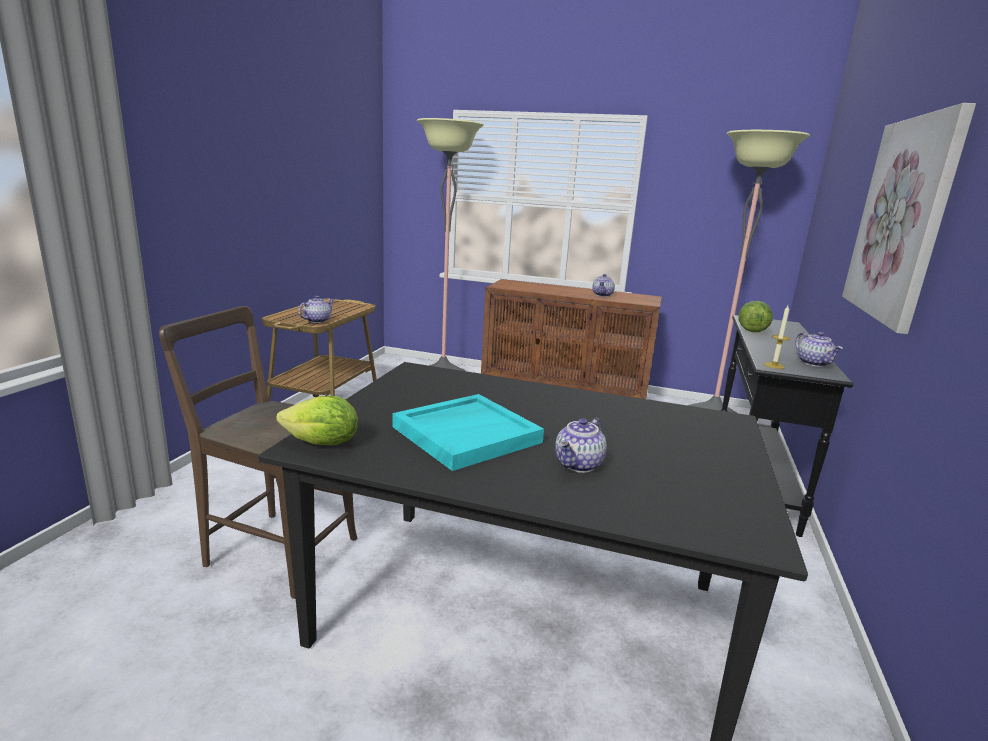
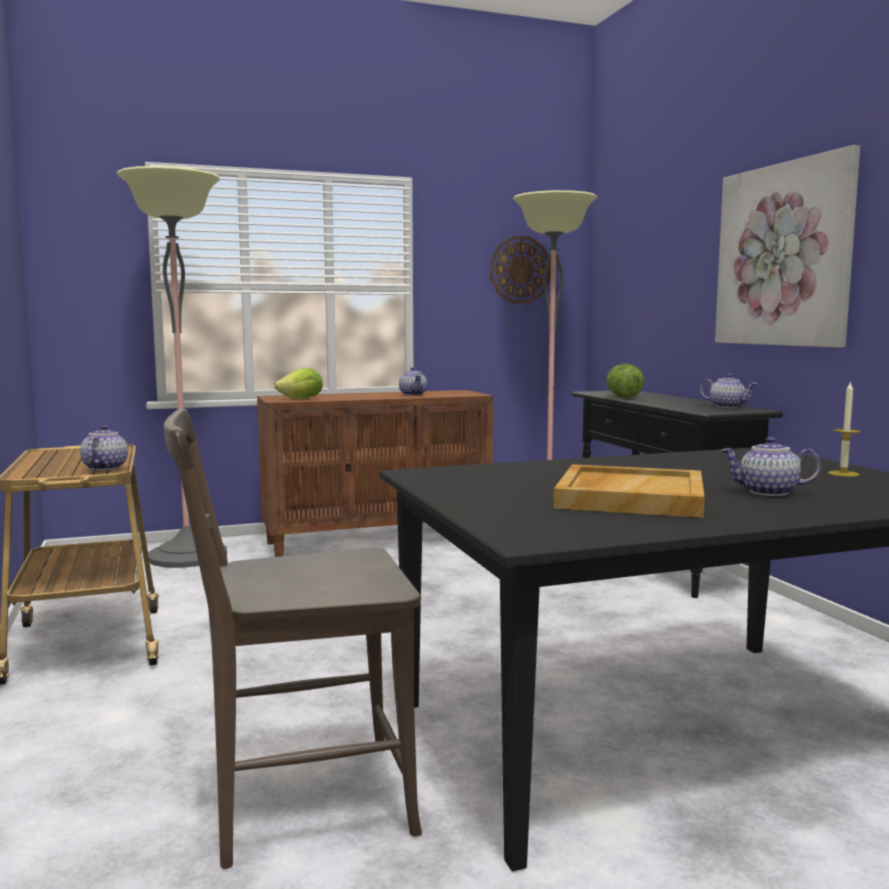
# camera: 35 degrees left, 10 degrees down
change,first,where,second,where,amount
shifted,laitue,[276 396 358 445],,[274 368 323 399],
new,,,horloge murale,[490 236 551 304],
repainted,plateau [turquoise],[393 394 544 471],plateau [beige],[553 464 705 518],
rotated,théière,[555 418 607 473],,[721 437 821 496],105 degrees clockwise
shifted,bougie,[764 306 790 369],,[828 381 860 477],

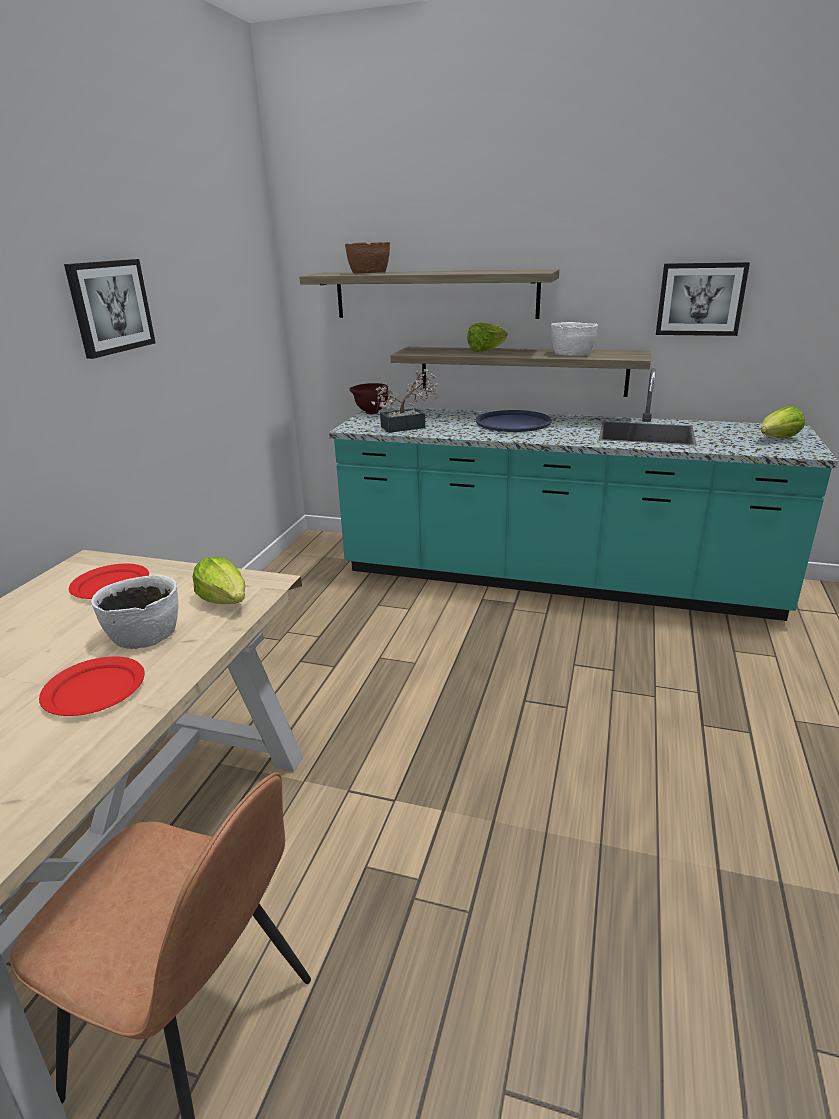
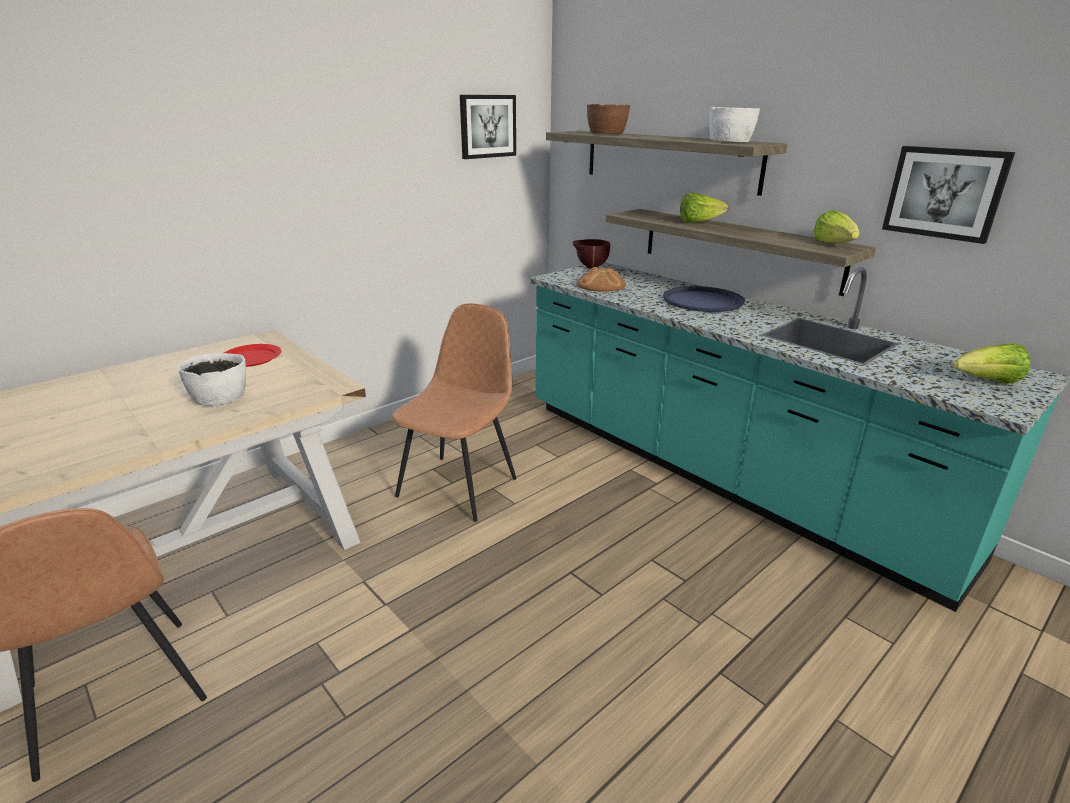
# camera: 30 degrees right, 0 degrees up
change,first,where,second,where,amount
new,,,chaise [marron],[392 303 517 522],
shifted,tableau,[64 259 156 359],,[460 95 516 159],
swapped,plante en pot,[371 369 438 433],pain,[577 267 626 292],
shifted,bol [blanc],[551 322 598 356],,[709 106 760 142],
shifted,laitue,[193 557 245 604],,[813 210 860 243],
gone,assiette [rouge],[39 656 145 716],,,

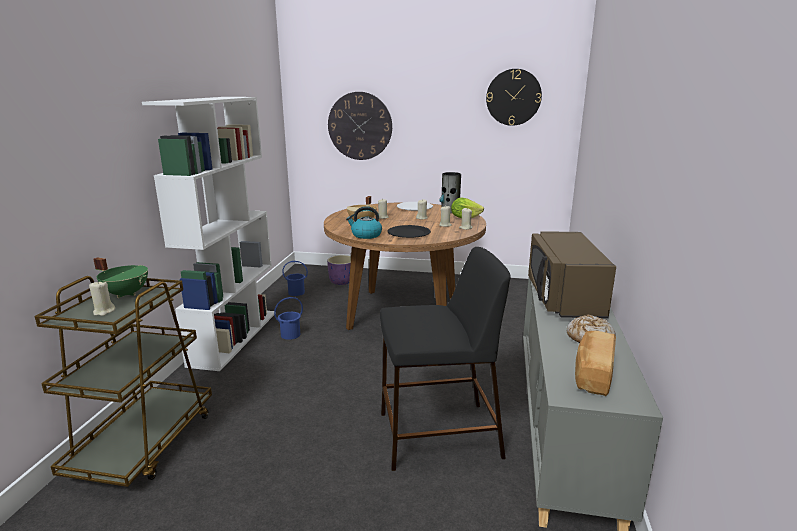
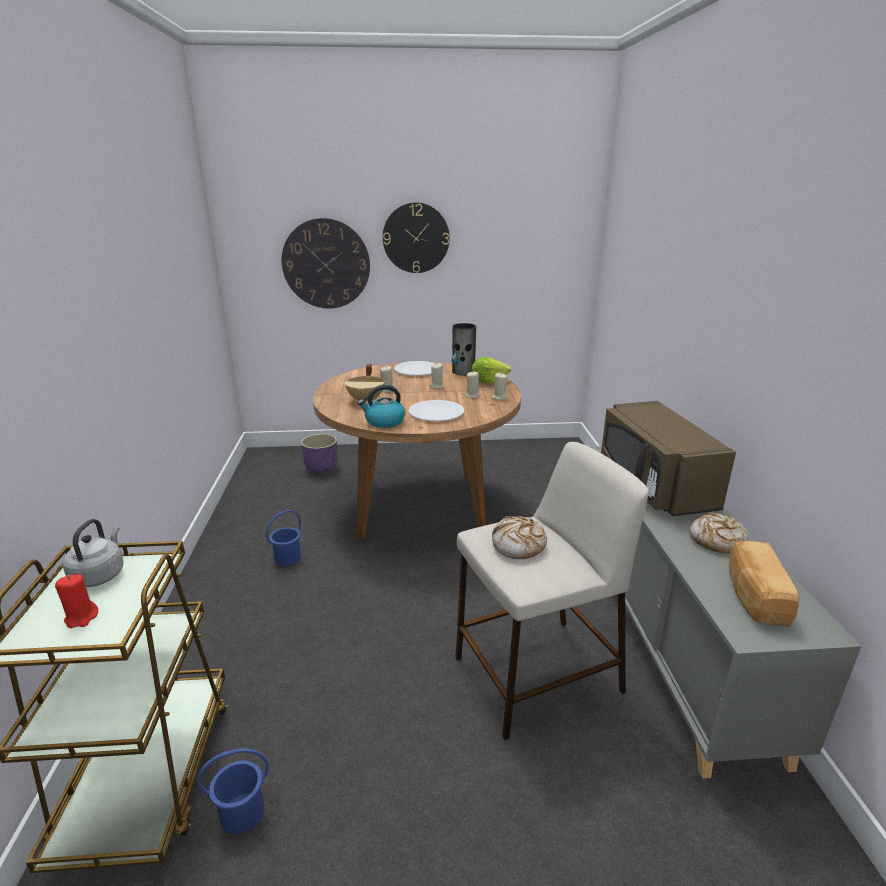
# camera: 15 degrees left, 5 degrees up
change,first,where,second,where,amount
repainted,bougie [beige],[89 282 115 316],bougie [rouge],[55 574 98 628],
swapped,marmite [vert],[93 257 148 298],bouilloire [gris],[62 519 124 587],
shifted,seau [bleu],[282 261 308 296],,[198 748 269 834],
shifted,horloge murale,[486 69 542 126],,[383 202 450 273],
repainted,assiette [noir],[387 225 431 238],assiette [blanc],[409 400 464 421],
repainted,tabouret [noir],[380 247 511 471],tabouret [beige],[455 442 649 740],
new,,,pain,[492 516 547 559],
gone,bibliothèque [blanc],[142 97 274 371],,,

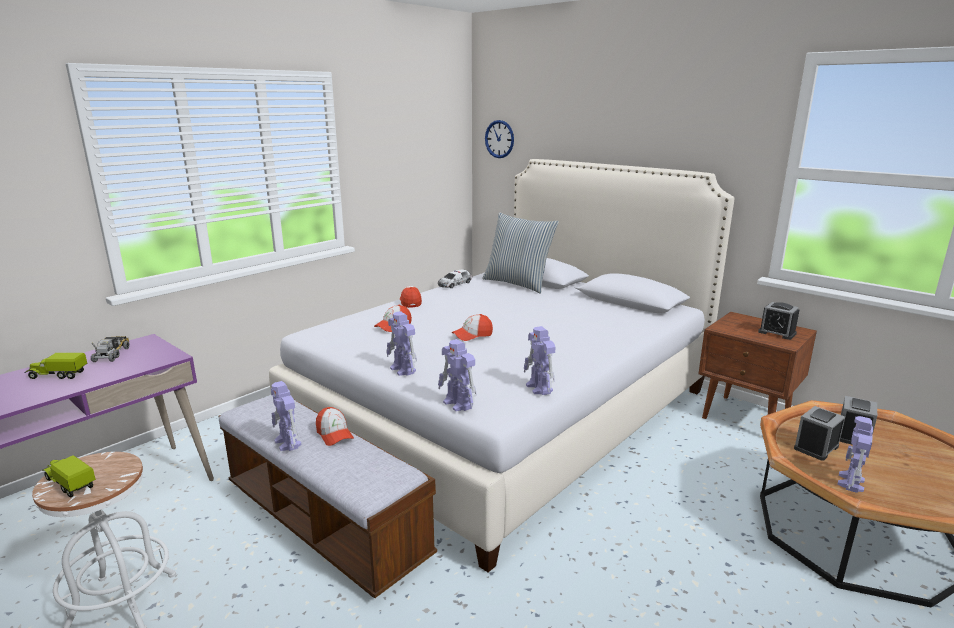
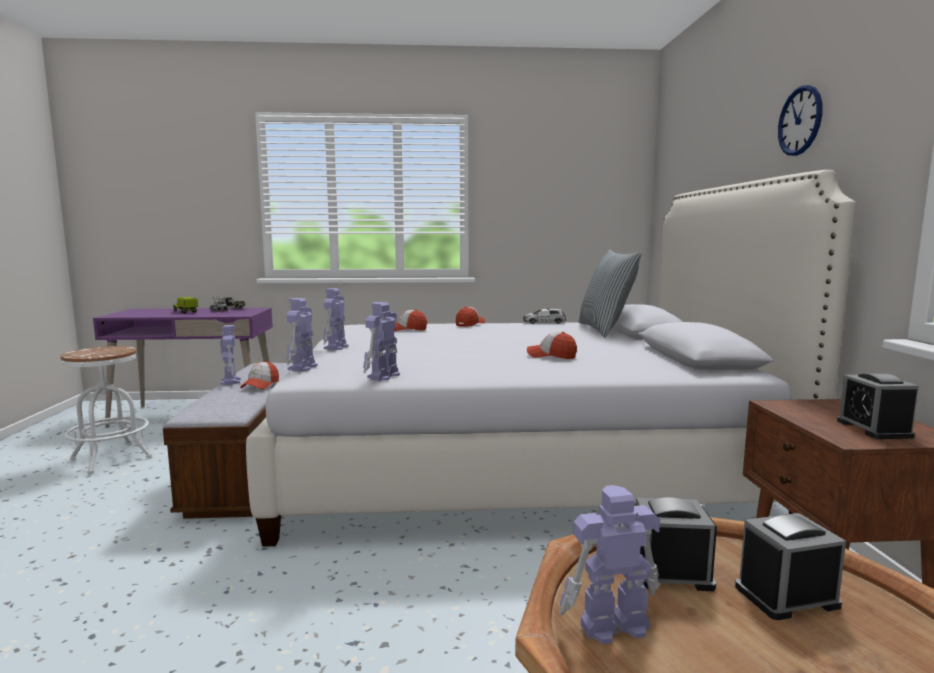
# camera: 45 degrees right, 10 degrees down
change,first,where,second,where,amount
rotated,robot jouet,[271 381 302 451],,[220 325 241 385],150 degrees clockwise
shifted,casquette,[452 314 493 341],,[527 332 577 359],
shifted,horloge murale,[485 120 514 158],,[778 85 822 156],
gone,camion jouet,[42 456 96 498],,,

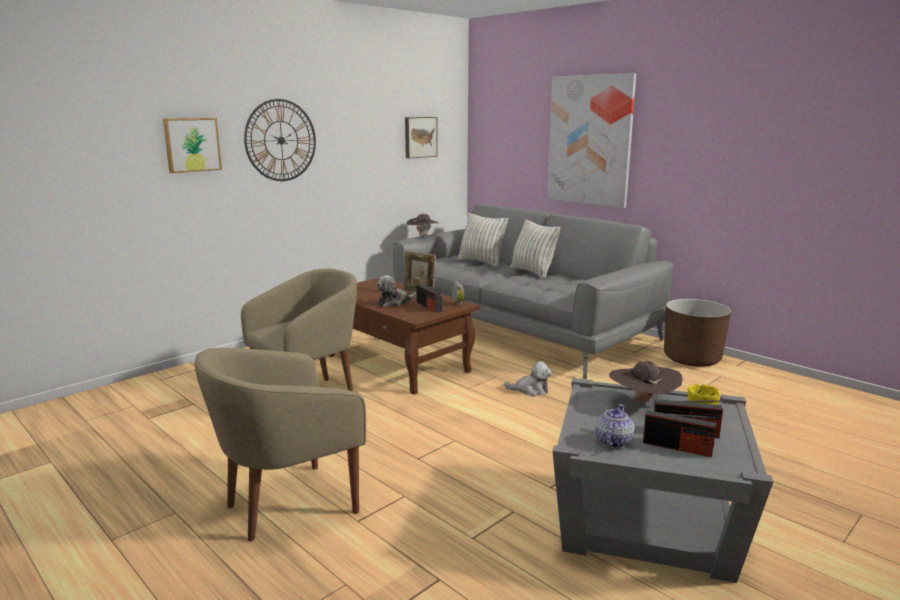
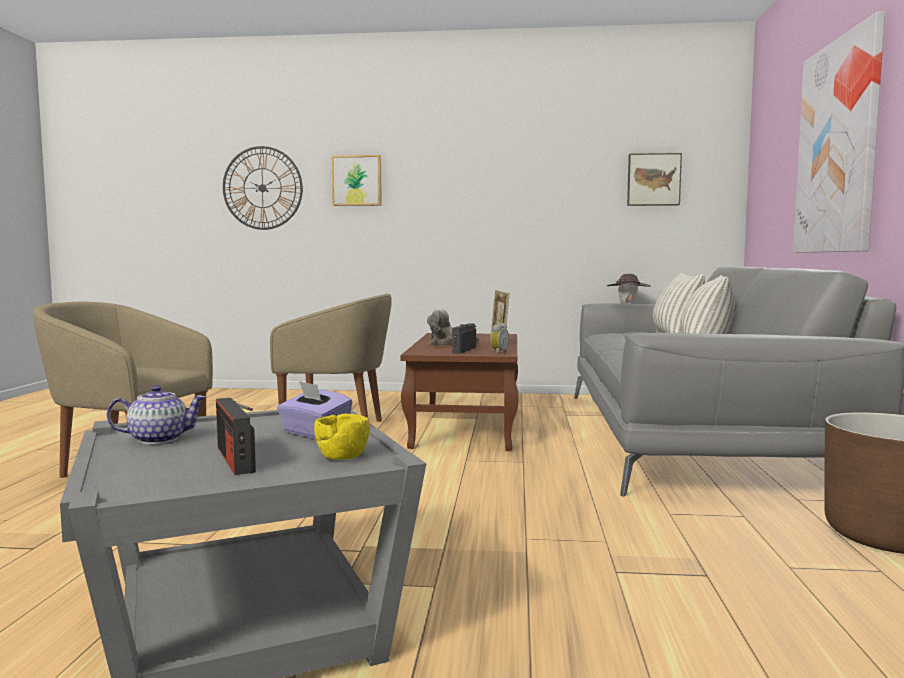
# camera: 50 degrees right, 10 degrees down
change,first,where,second,where,amount
shifted,horloge murale,[244 99 316 181],,[223 146 303 230],
swapped,chapeau [marron],[609 361 683 407],boîte à mouchoirs [violet],[277 381 352 439],
gone,peluche,[504 361 552 396],,,
gone,radio,[643 410 716 457],,,

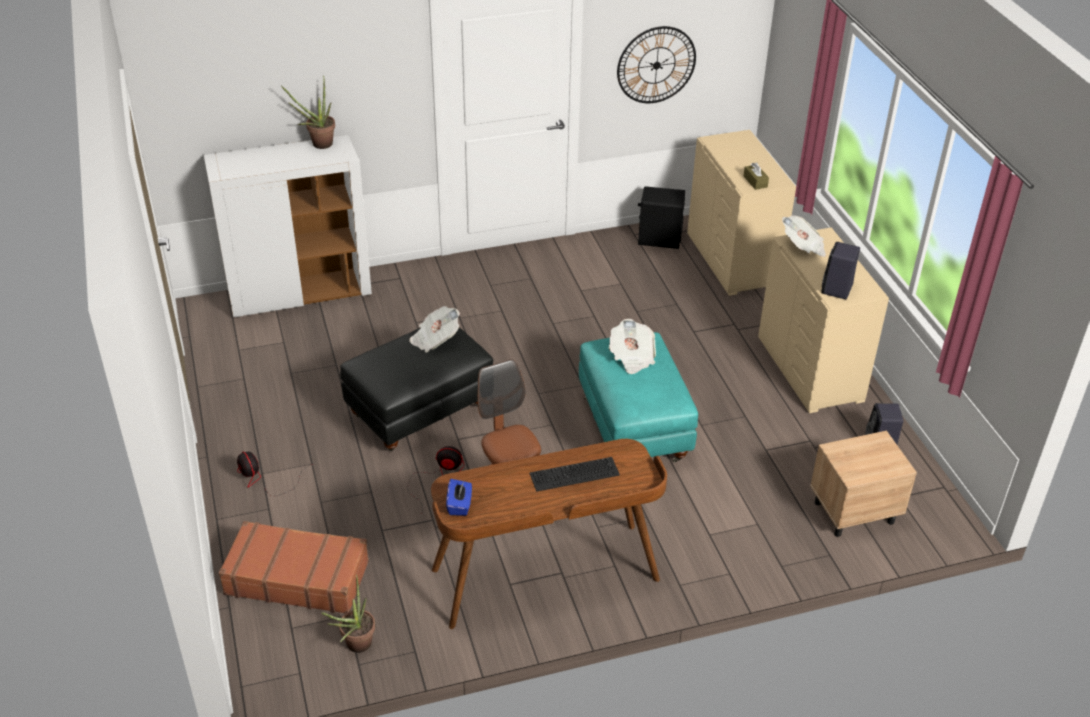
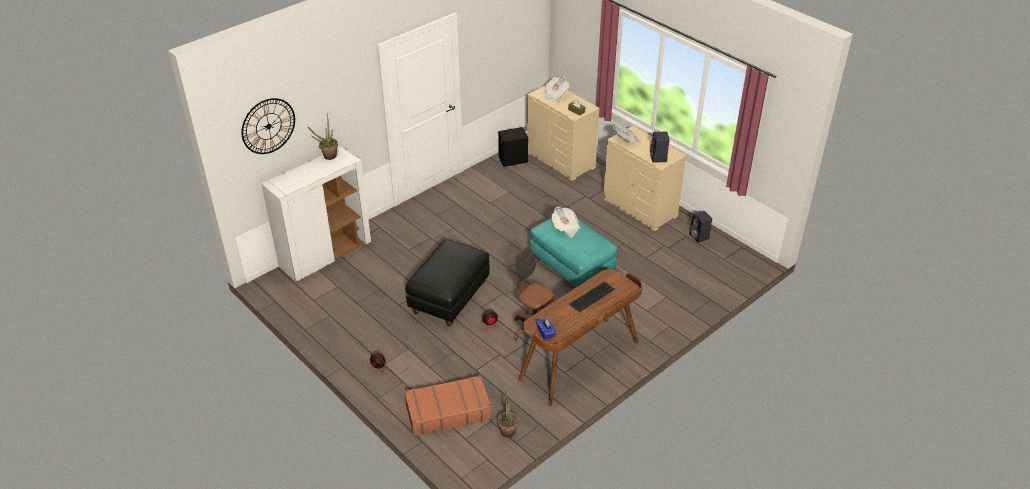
# camera: 25 degrees left, 0 degrees up
change,first,where,second,where,amount
shifted,horloge murale,[617 26 696 103],,[241 98 295 154],
shifted,journal,[409 306 460 352],,[543 76 569 101],
gone,table de chevet [beige],[810 431 917 537],,,

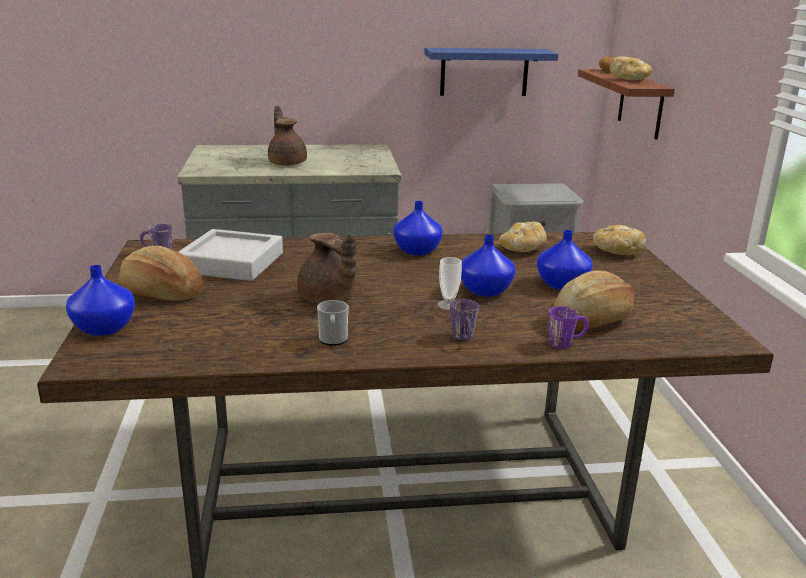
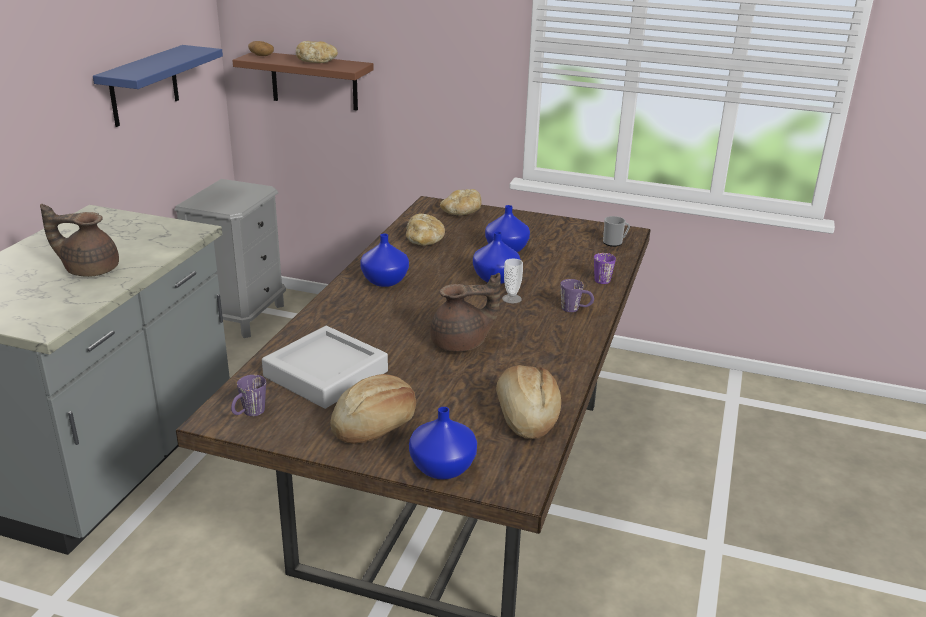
# camera: 65 degrees left, 5 degrees up
change,first,where,second,where,amount
shifted,pain,[554 270 635 329],,[496 365 561 439],
shifted,mug,[317 300 349 346],,[603 216 630 247],

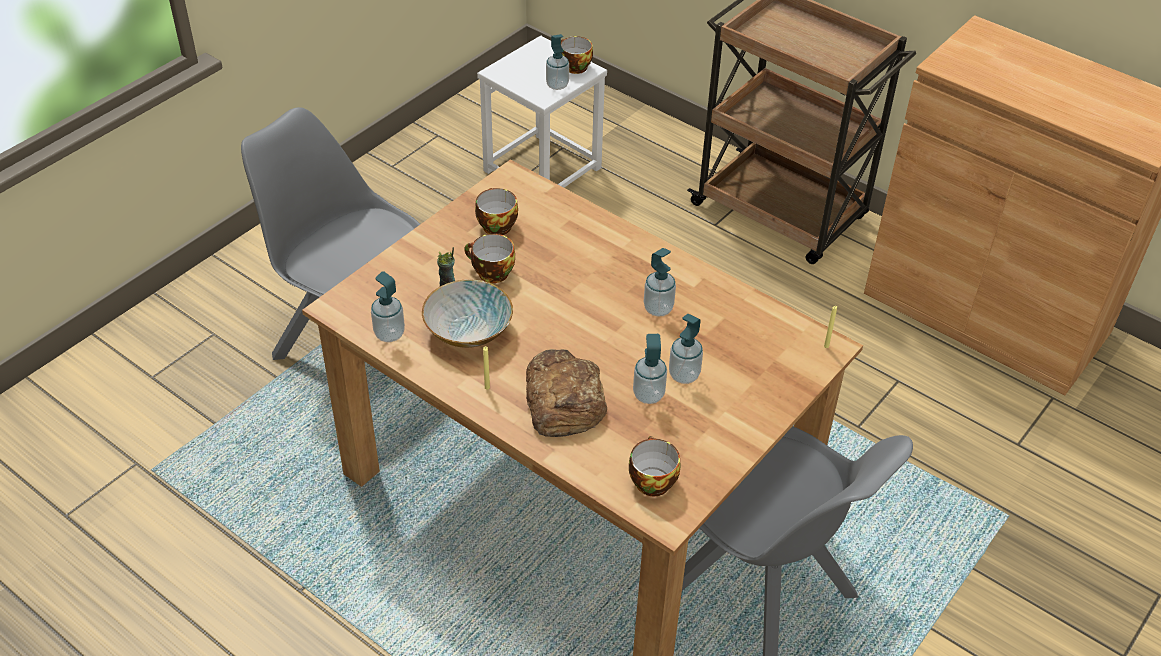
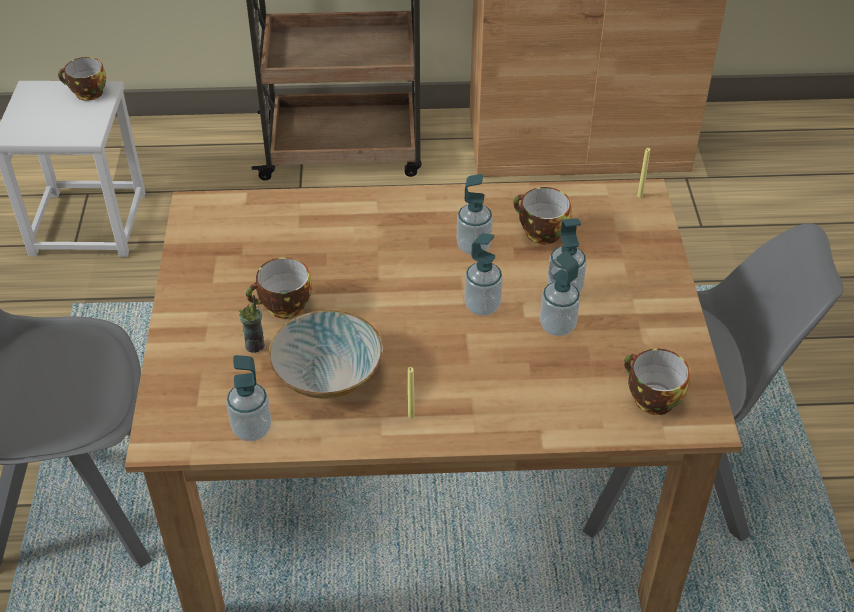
# camera: 40 degrees left, 0 degrees up
change,first,where,second,where,amount
shifted,distributeur de savon,[546 34 569 90],,[464 233 503 316],
shifted,tasse,[475 188 518 235],,[513 187 571 244],
gone,pain,[526 349 607 437],,,

